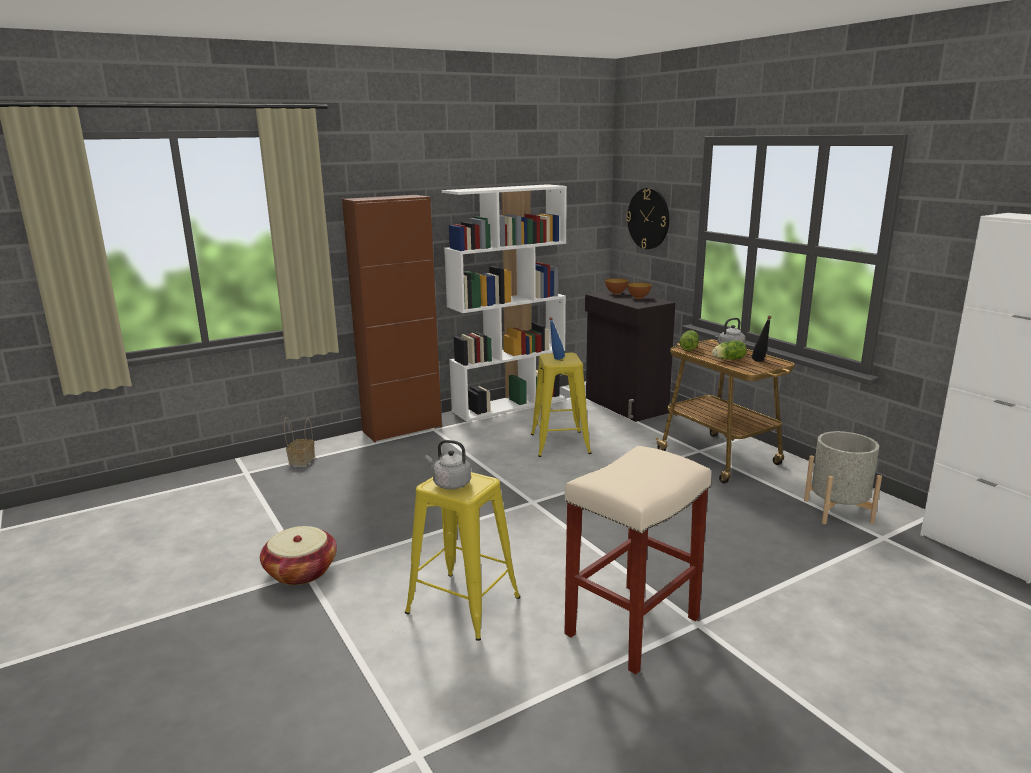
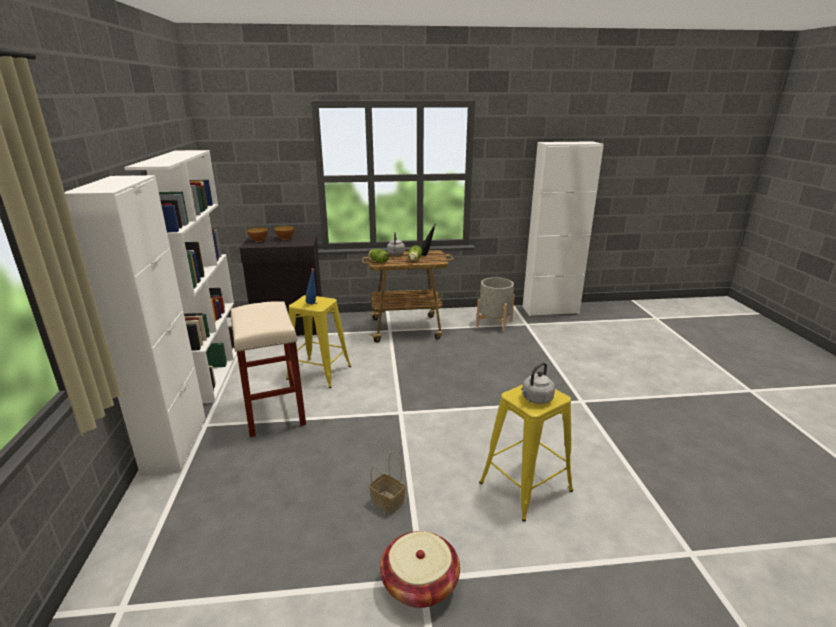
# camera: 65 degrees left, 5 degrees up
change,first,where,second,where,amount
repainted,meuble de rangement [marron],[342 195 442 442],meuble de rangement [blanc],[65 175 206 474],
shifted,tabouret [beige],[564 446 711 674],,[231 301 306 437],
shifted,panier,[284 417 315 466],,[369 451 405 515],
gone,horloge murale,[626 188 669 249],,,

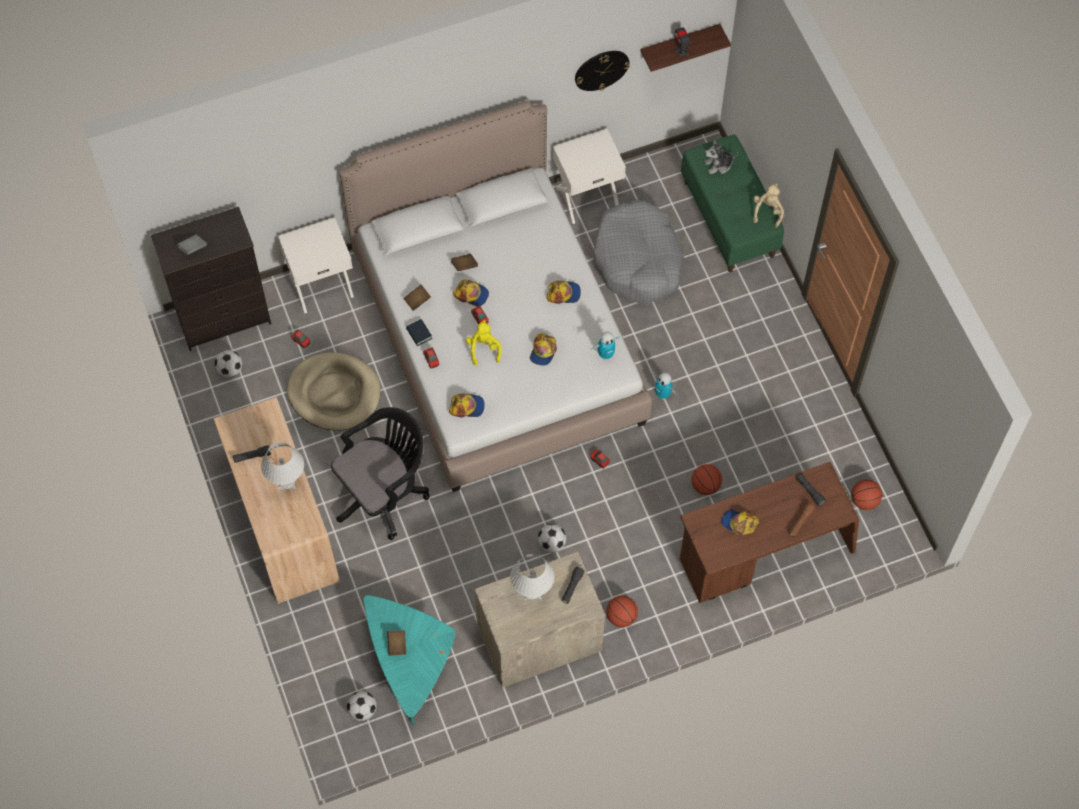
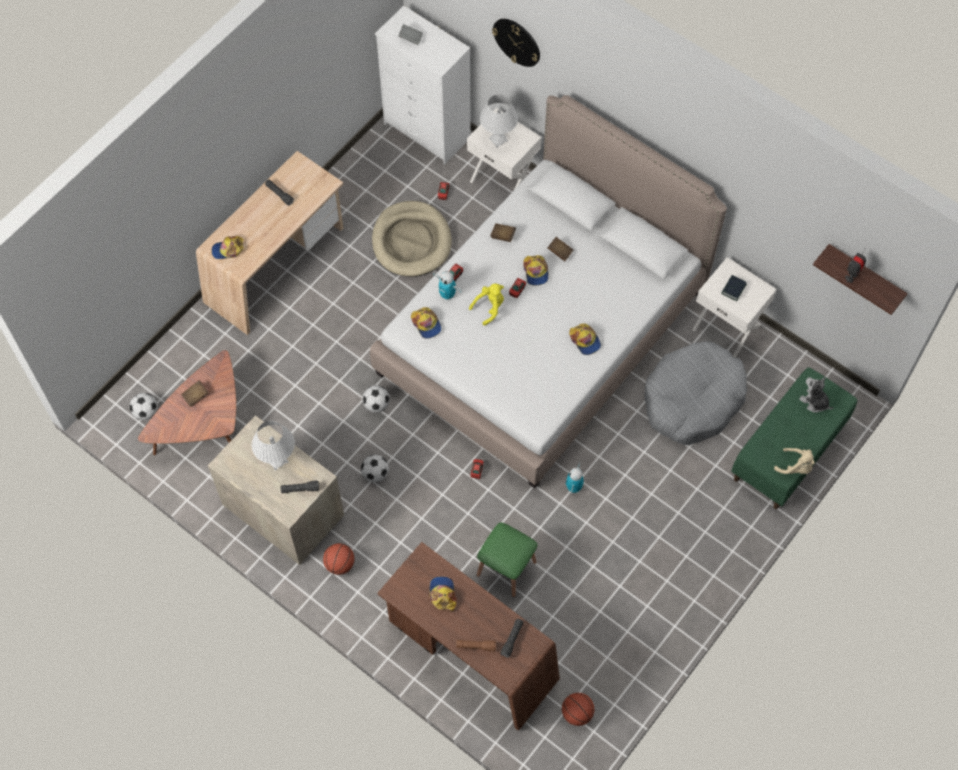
# camera: 60 degrees right, 0 degrees up
change,first,where,second,where,amount
repainted,table basse [turquoise],[363 595 456 725],table basse [marron],[138 350 236 455],
shifted,casquette,[530 333 557 366],,[212 236 244 259],
shifted,ballon de foot,[215 350 242 378],,[362 385 390 413],
repainted,commode [noir],[151 207 271 351],commode [blanc],[375 6 471 164],
shifted,robot jouet,[590 331 623 360],,[433 271 462 300],
swapped,ballon de basket,[691 464 722 495],tabouret [vert],[477 522 537 597],
shifted,lampe de table [blanc],[261 442 304 490],,[480 94 518 148],
shifted,horloge murale,[575 51 630 91],,[492 19 540 67],
shifted,livre,[406 319 432 346],,[721 275 747 301],
rotated,peluche [beige],[753 184 784 228],,[774 448 815 474],45 degrees clockwise
gone,chaise de bureau [noir],[331 407 430 540],,,

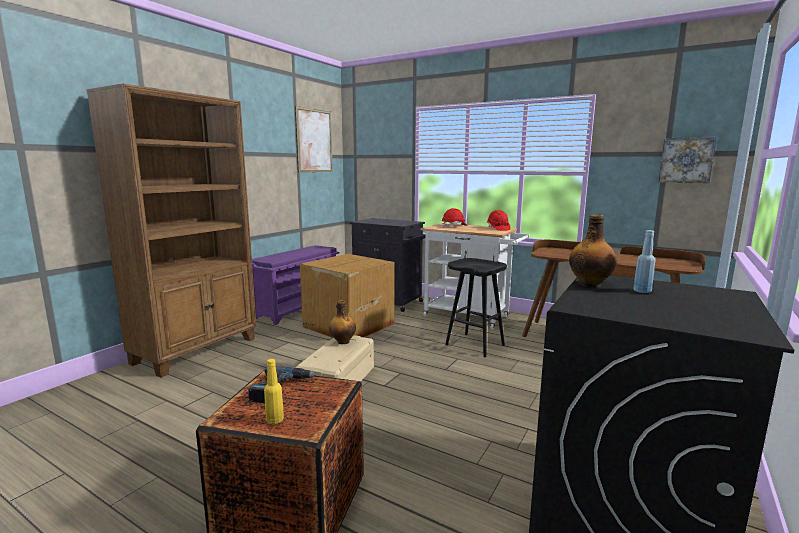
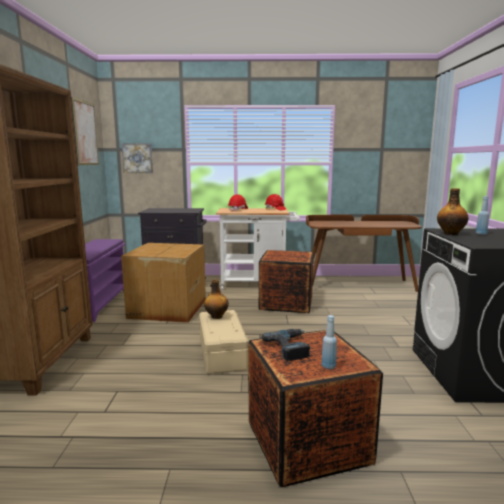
# camera: 30 degrees left, 0 degrees up
change,first,where,second,where,amount
shifted,tableau,[659 137 717 183],,[122 143 153 173],
swapped,tabouret [noir],[445 258 507 357],caisse,[259 250 314 313],
repainted,bouteille [jaune],[264 359 284 424],bouteille [bleu],[322 315 337 369],

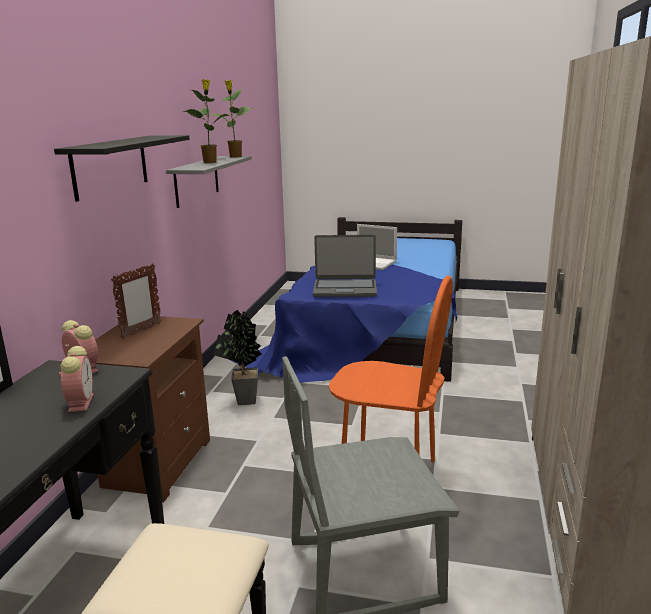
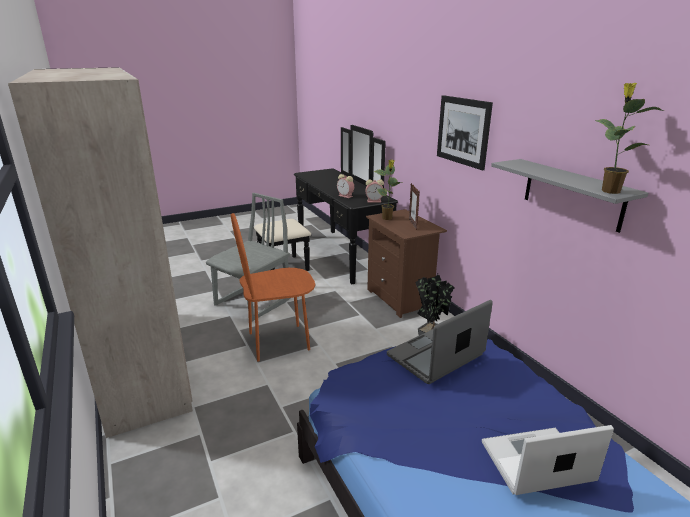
# camera: 140 degrees right, 5 degrees up
change,first,where,second,where,amount
shifted,plante en pot,[183 79 230 163],,[374 160 401 220],
swapped,étagère [noir],[54 135 190 202],tableau,[437 95 493 170],

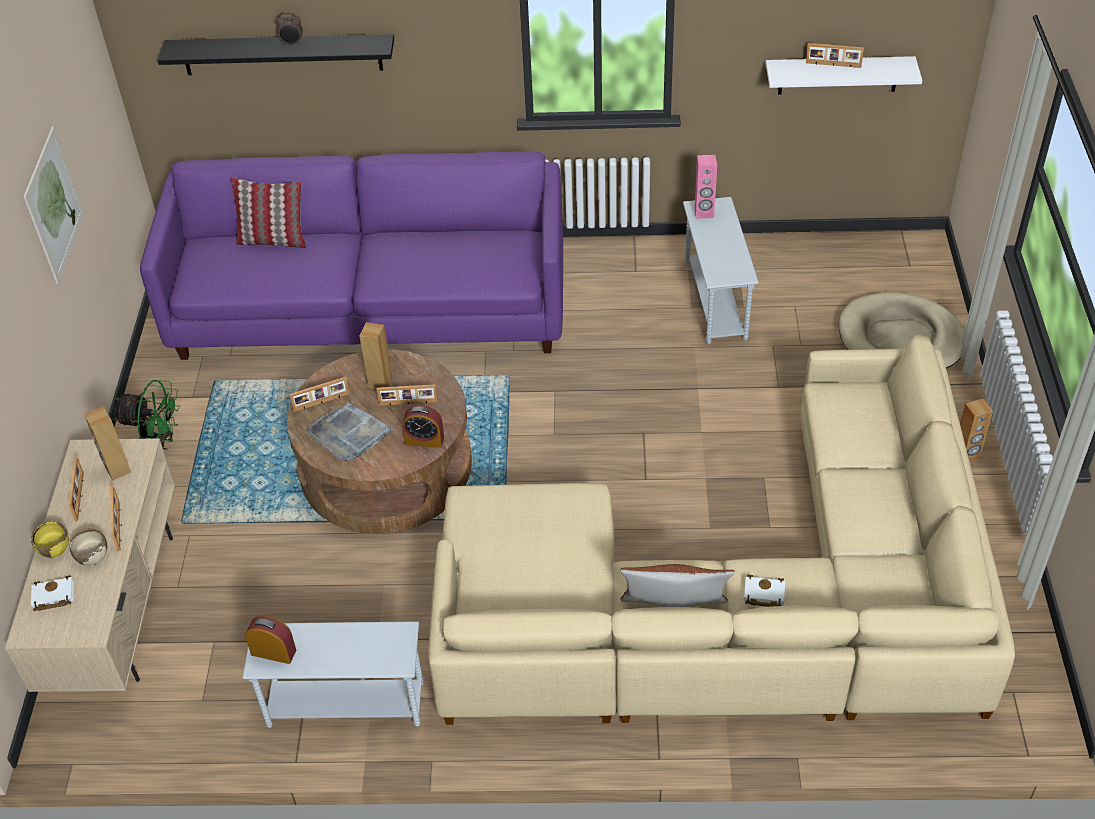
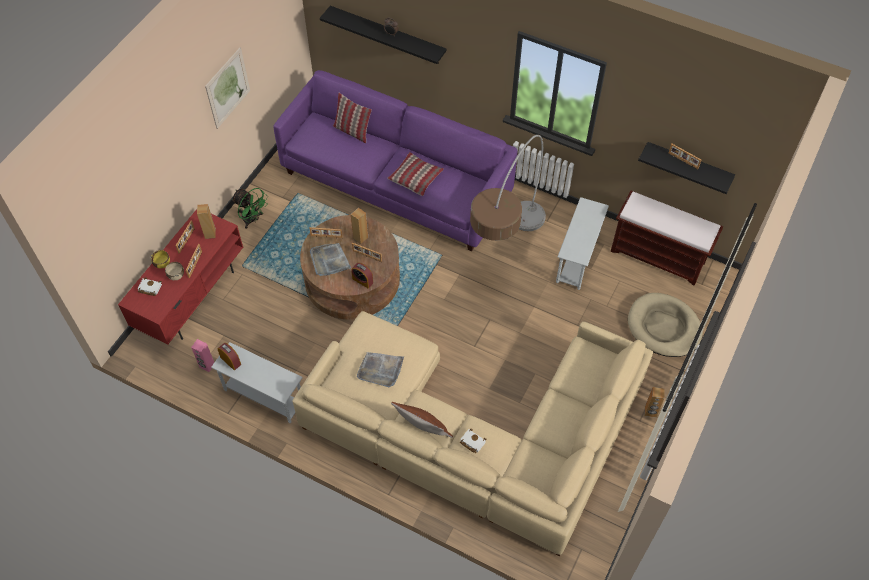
# camera: 25 degrees right, 10 degrees up
change,first,where,second,where,amount
repainted,meuble télé [beige],[5 438 176 692],meuble télé [rouge],[118 209 243 345],
shifted,enceinte [rose],[695 155 717 219],,[191 339 214 372],
new,,,plateau [gris],[357 352 404 387],
new,,,coussin,[387 152 444 196],
new,,,lampadaire,[470 135 546 241],
new,,,banc [marron],[611 191 723 286],
repainted,étagère [blanc],[766 56 922 95],étagère [noir],[638 142 735 194],

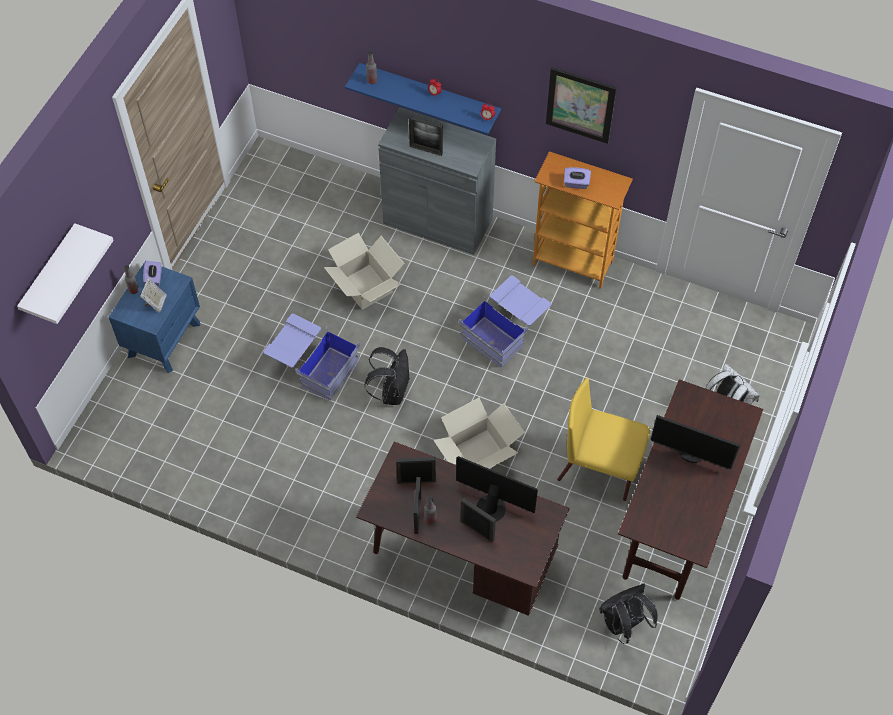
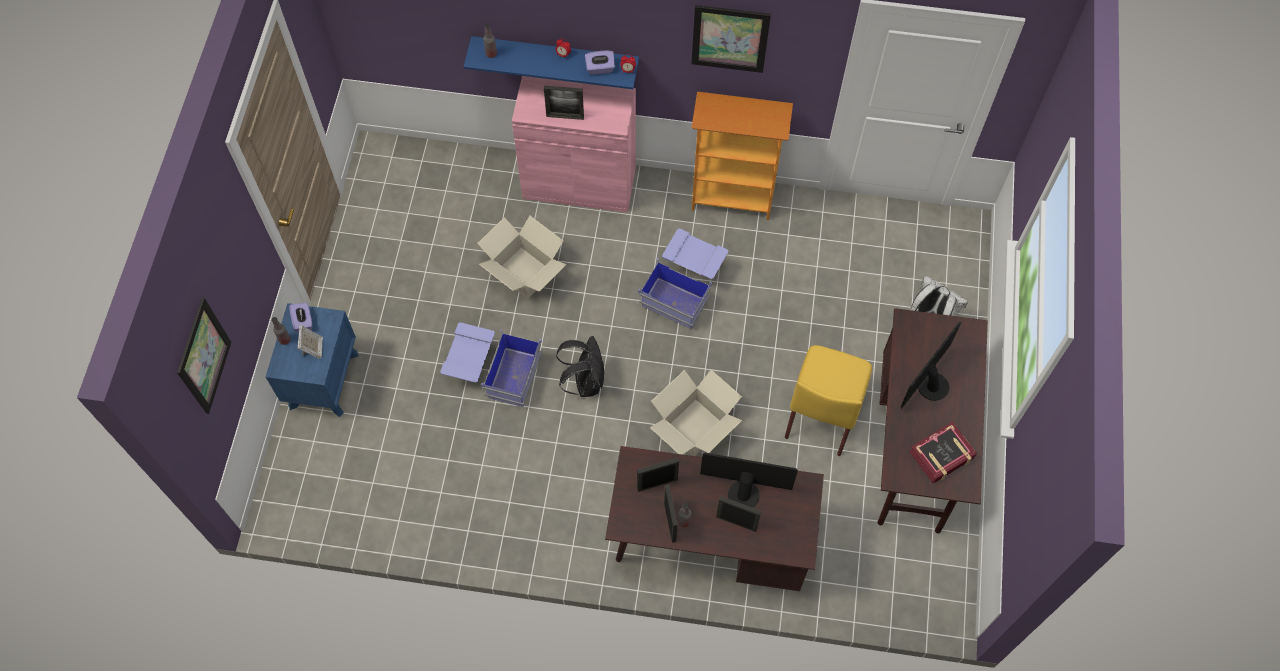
# camera: 15 degrees left, 5 degrees up
change,first,where,second,where,amount
swapped,étagère [blanc],[17 223 114 324],tableau,[177 297 231 414],
repainted,meuble de rangement [gris],[378 107 496 255],meuble de rangement [rose],[512 76 636 212],
shifted,boîte à mouchoirs [violet],[564 167 591 189],,[585 51 615 75],
rotated,chaise [jaune],[557 377 650 501],,[785 345 872 456],75 degrees counterclockwise
rotated,écran d'ordinateur,[651 415 740 469],,[901 322 962 409],120 degrees clockwise
new,,,livre,[909 422 977 484],
gone,sac à dos [noir],[600 584 658 644],,,

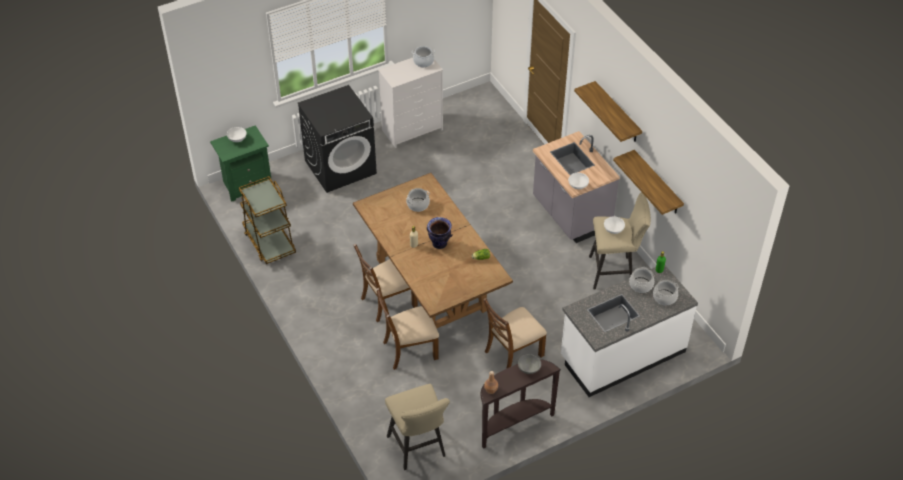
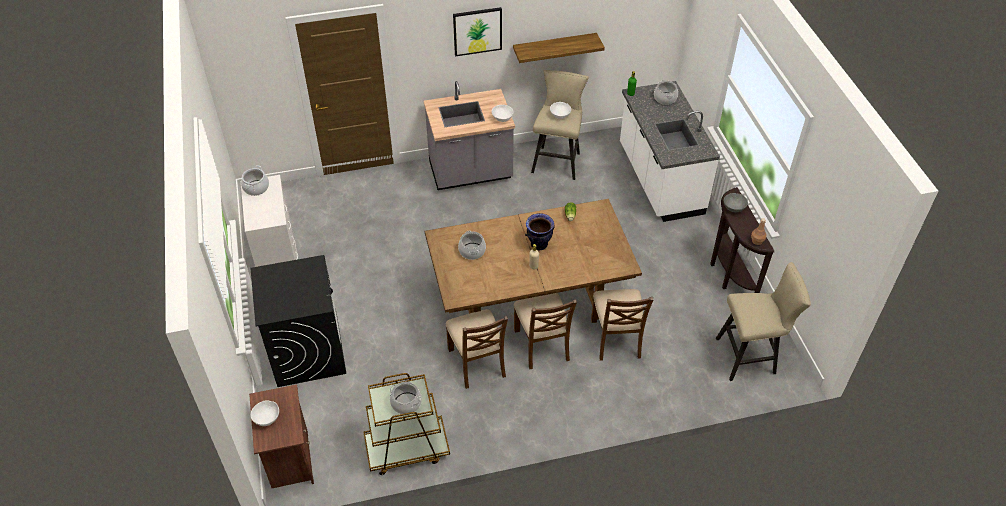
# camera: 75 degrees left, 0 degrees up
change,first,where,second,where,amount
repainted,table de chevet [vert],[210 125 272 202],table de chevet [marron],[249 384 314 488],
shifted,marmite,[629 267 654 293],,[390 382 422 415],
shifted,chaise [marron],[483 298 547 369],,[446 309 508 389],
swapped,étagère,[574 81 642 142],tableau,[453 7 502 57],

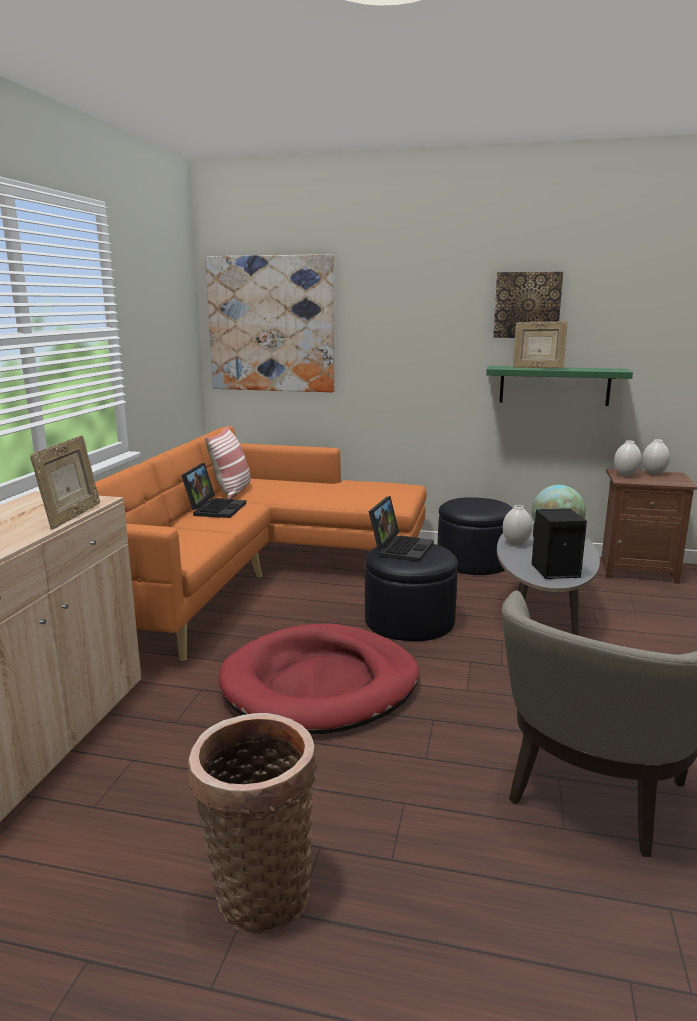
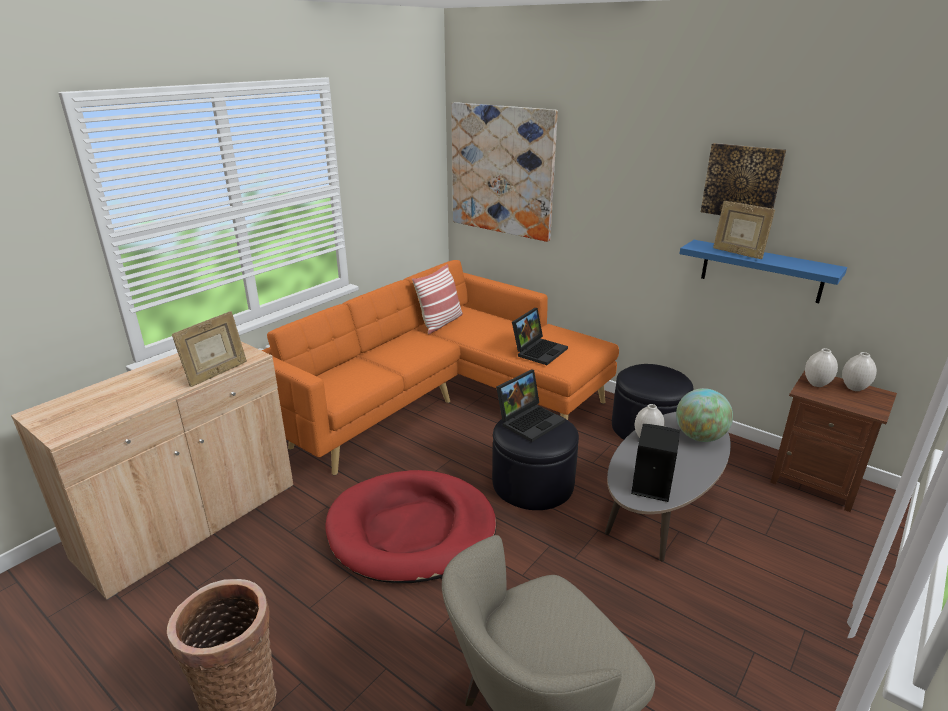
# camera: 25 degrees right, 10 degrees up
change,first,where,second,where,amount
shifted,ordinateur portable,[181 463 246 518],,[512 308 568 365],
repainted,étagère [vert],[486 366 633 406],étagère [bleu],[679 240 847 303],

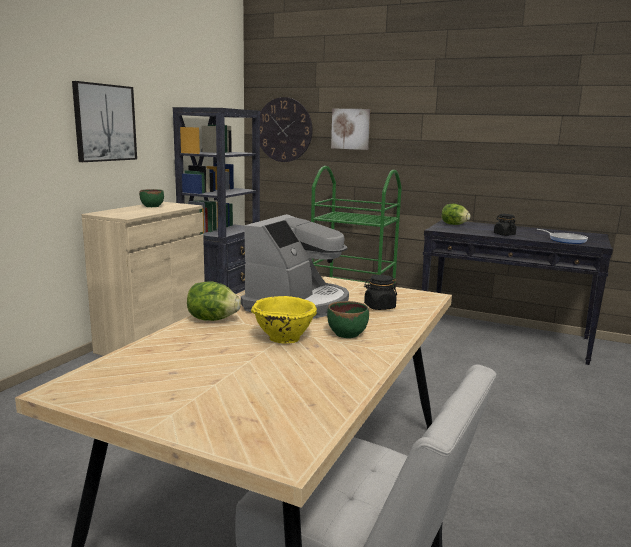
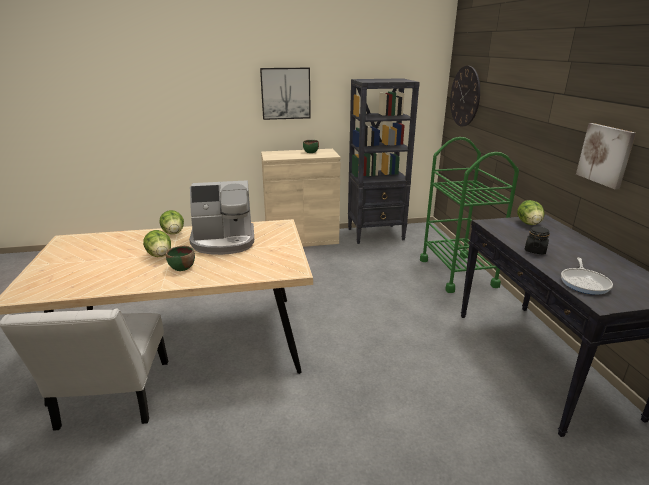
# camera: 55 degrees right, 10 degrees up
change,first,where,second,where,amount
swapped,bol [jaune],[251 296 317 343],laitue,[143 230 171 257],
shifted,tableau,[331 109 370 150],,[576 123 636 190],
gone,bocal [noir],[364 275 397 310],,,

